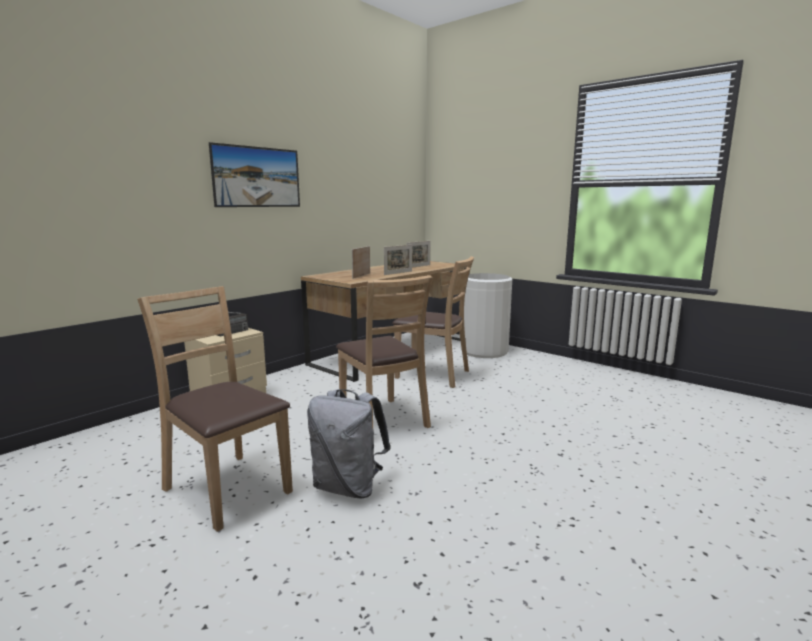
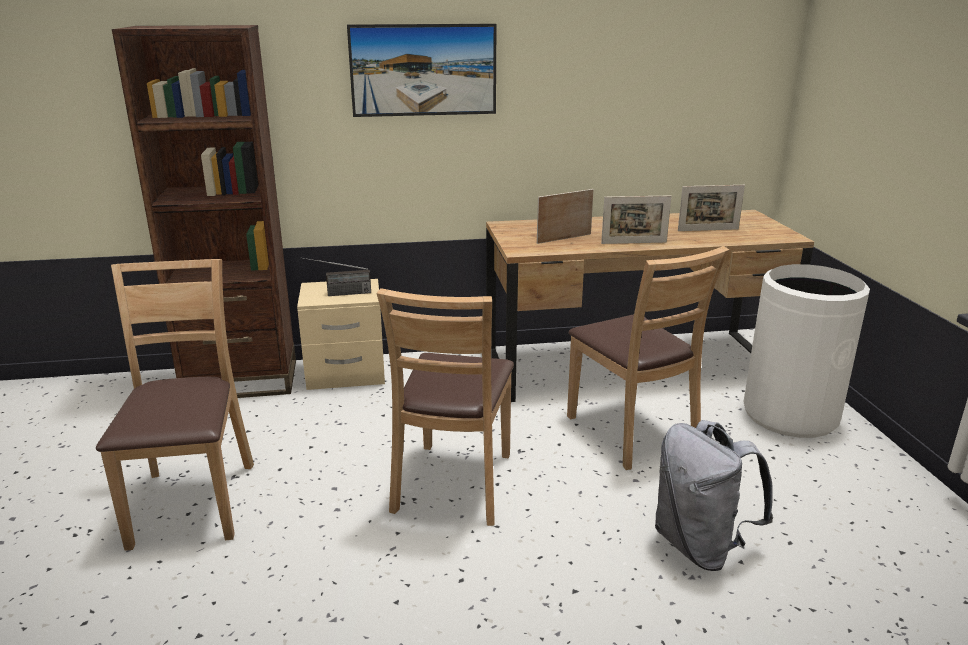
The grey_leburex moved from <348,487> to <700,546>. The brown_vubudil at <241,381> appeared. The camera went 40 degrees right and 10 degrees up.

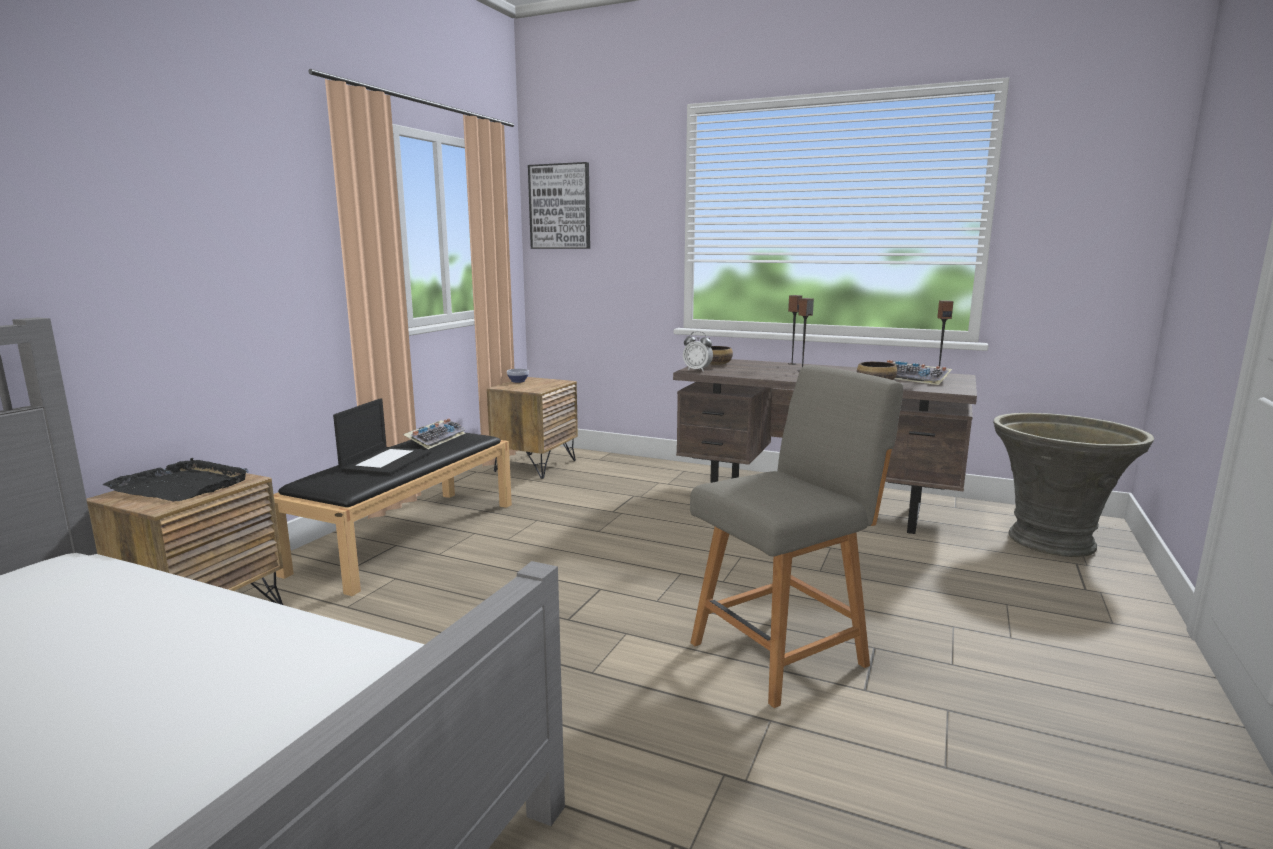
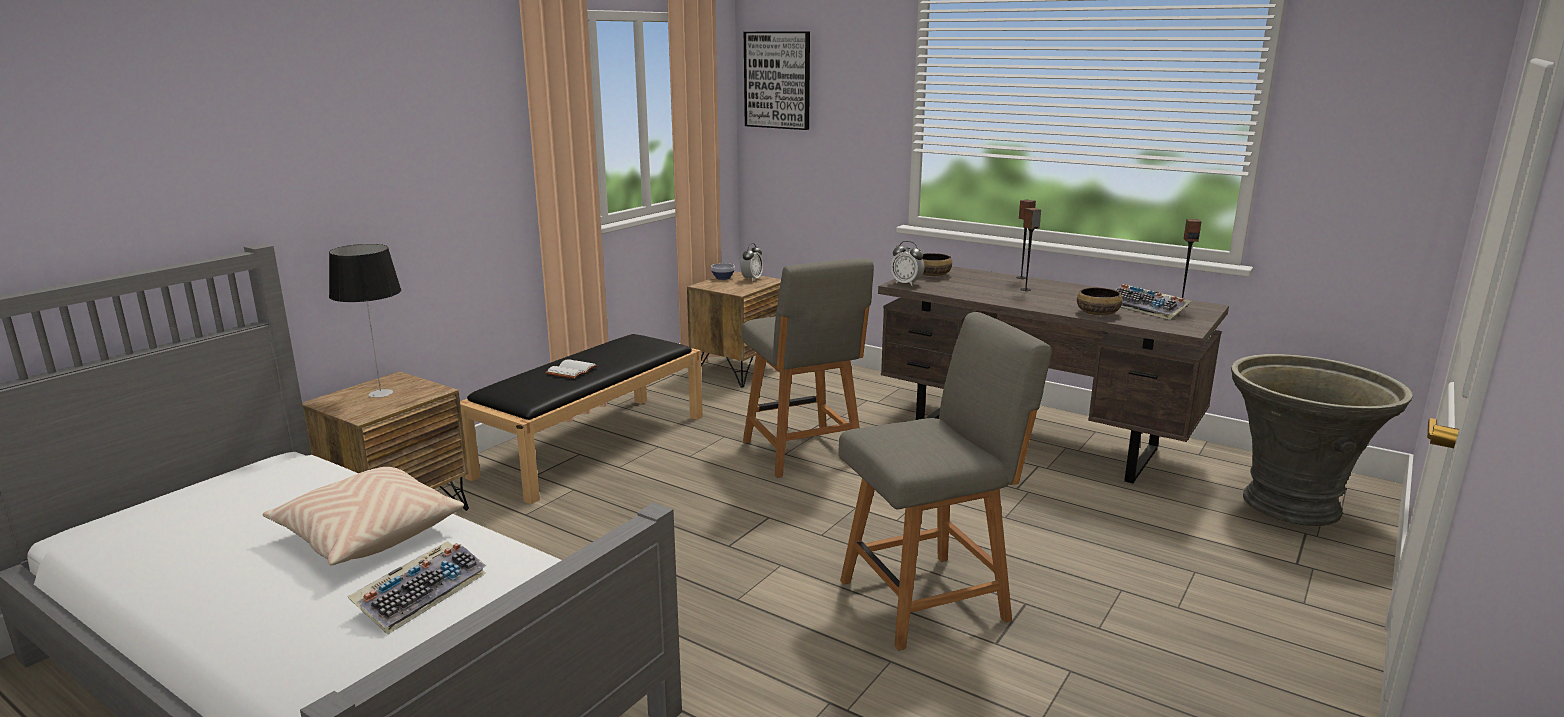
The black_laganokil at <182,485> was replaced by the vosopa at <381,393>. The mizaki at <386,461> was replaced by the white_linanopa at <571,370>. The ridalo moved from <436,439> to <422,593>. The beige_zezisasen at <367,535> appeared. The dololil at <752,279> appeared. The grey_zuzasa at <804,453> appeared. The camera went 10 degrees right and 5 degrees up.

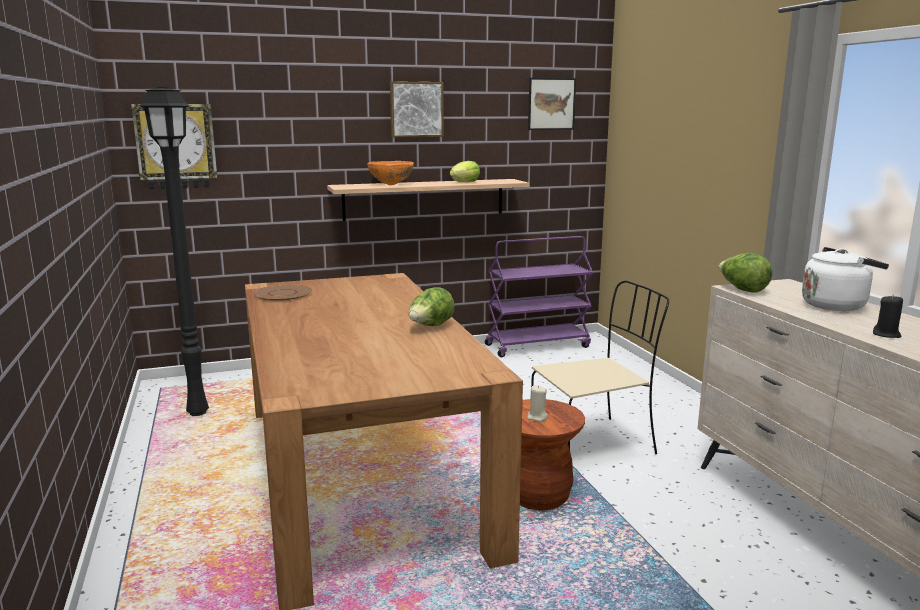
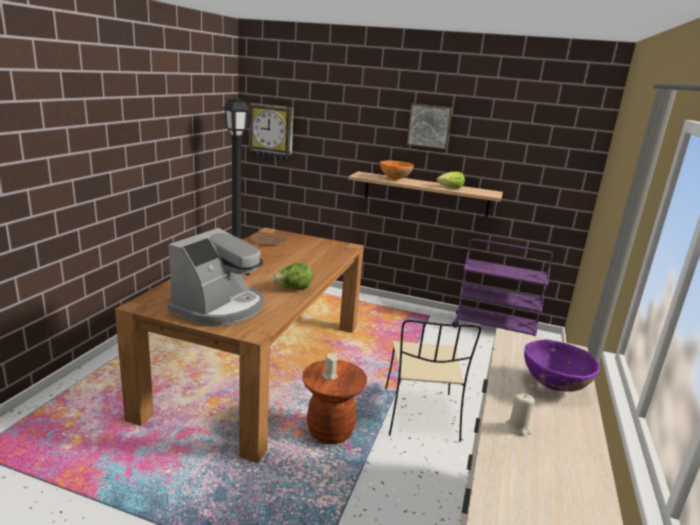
The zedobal at <551,104> disappeared. The beige_zuzasa at <593,443> turned 75 degrees clockwise. The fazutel at <742,290> disappeared. The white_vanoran at <836,305> was replaced by the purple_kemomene at <554,386>. The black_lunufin at <886,334> became the beige_lunufin at <518,428>. The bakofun at <219,307> appeared. The camera went 35 degrees right and 5 degrees up.

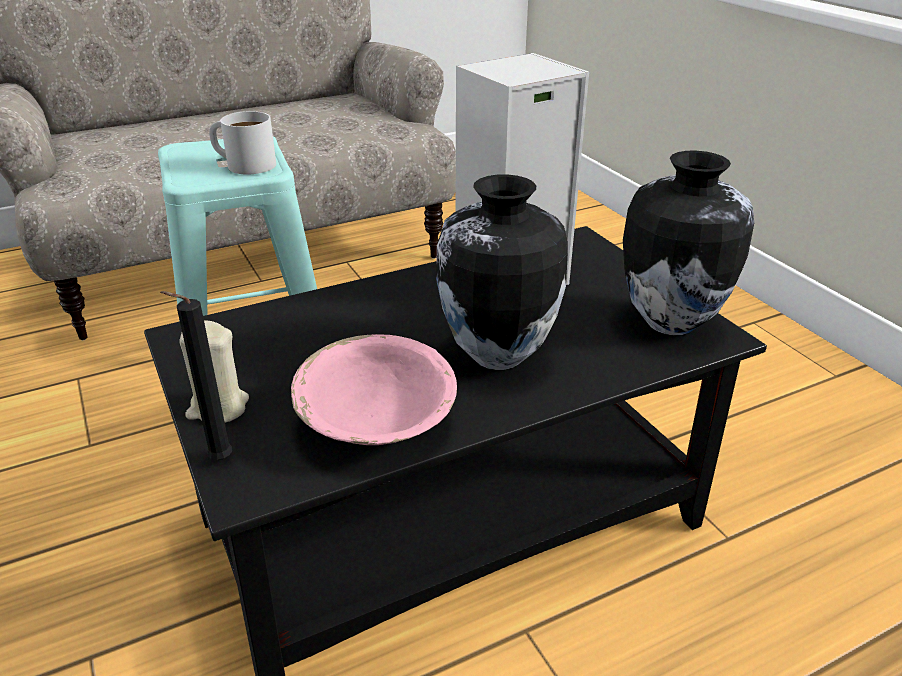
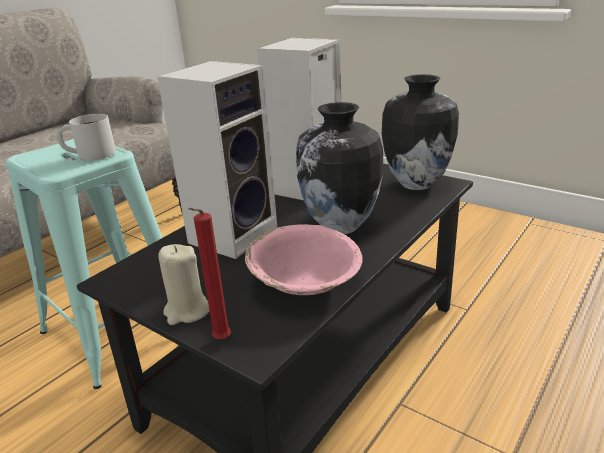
The black_lunufin at <217,461> became the red_lunufin at <220,341>. The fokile at <234,234> appeared. The camera went 25 degrees left and 5 degrees down.

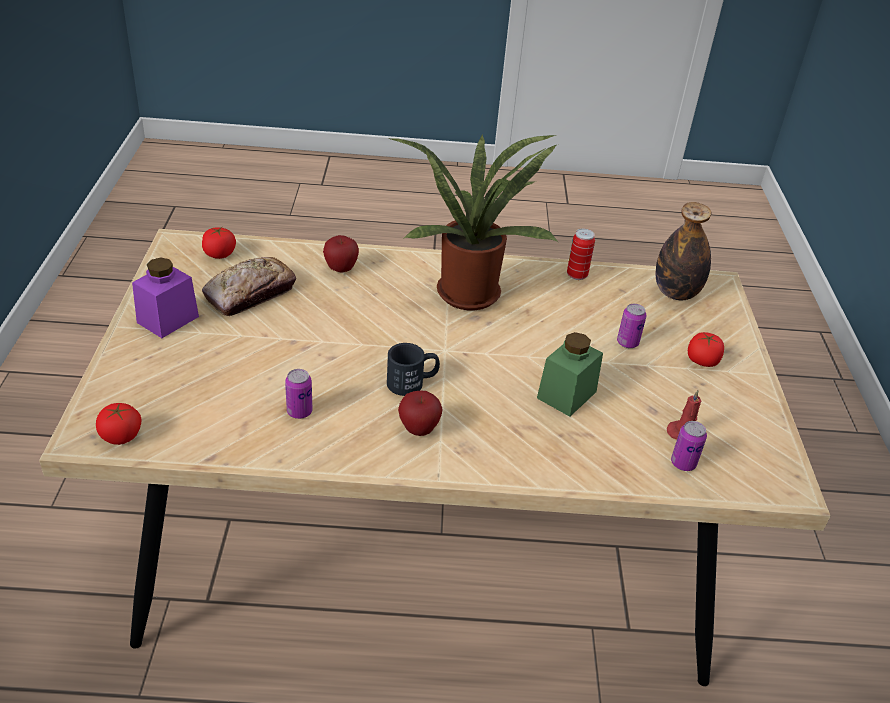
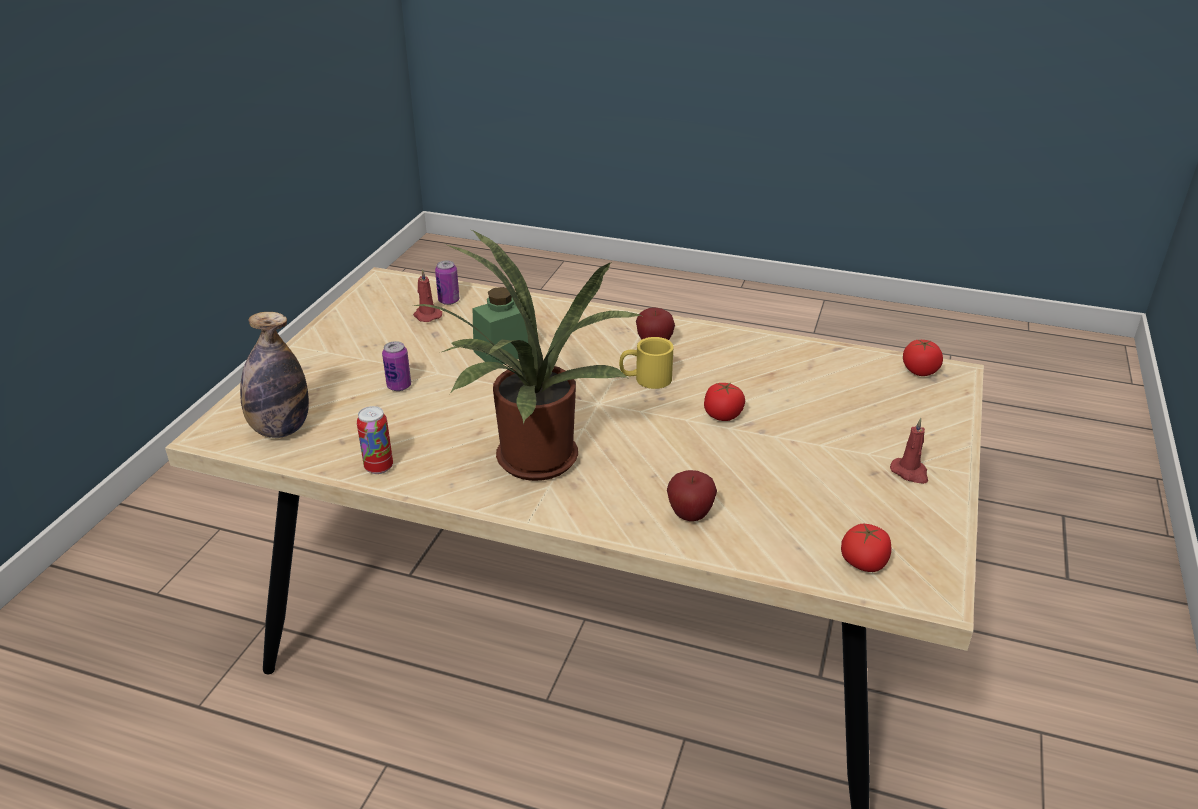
The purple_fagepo at <168,319> was replaced by the red_lunufin at <910,472>. The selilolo at <250,294> disappeared. The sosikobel at <299,412> disappeared. The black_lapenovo at <412,382> became the yellow_lapenovo at <645,379>. The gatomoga moved from <702,361> to <722,415>. The camera went 160 degrees left and 5 degrees down.

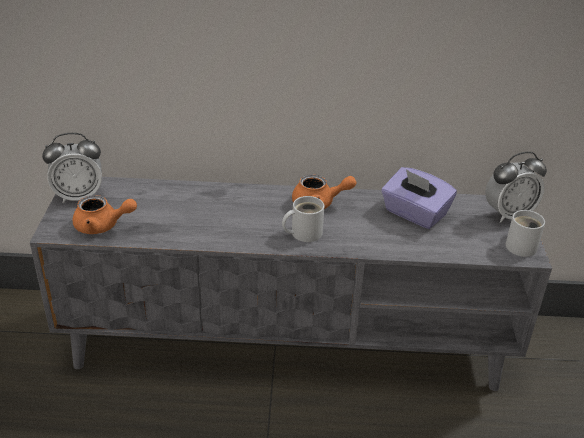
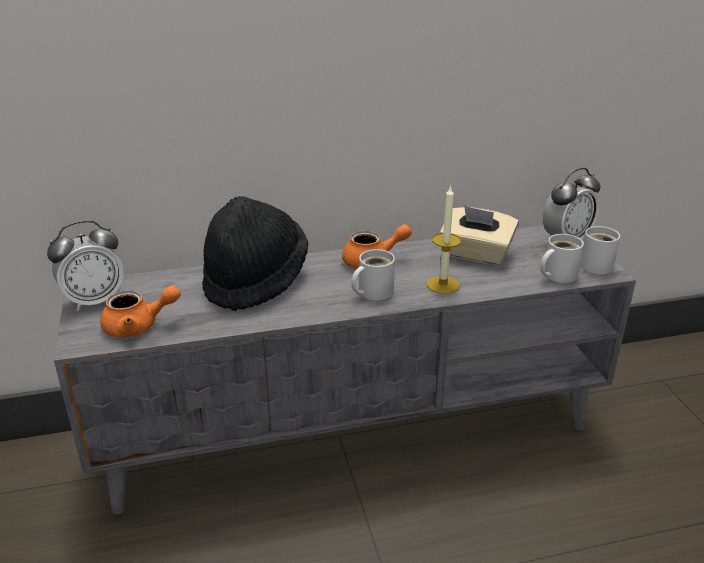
The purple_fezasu at <414,214> became the beige_fezasu at <476,255>. The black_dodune at <255,280> appeared. The lunufin at <443,284> appeared. The white_lapenovo at <556,275> appeared. The camera went 15 degrees left and 5 degrees down.

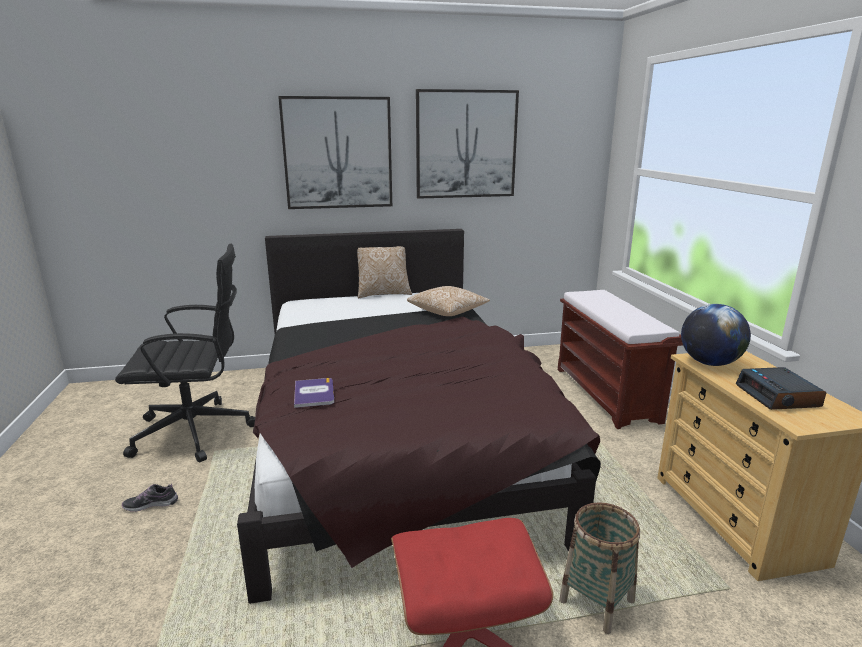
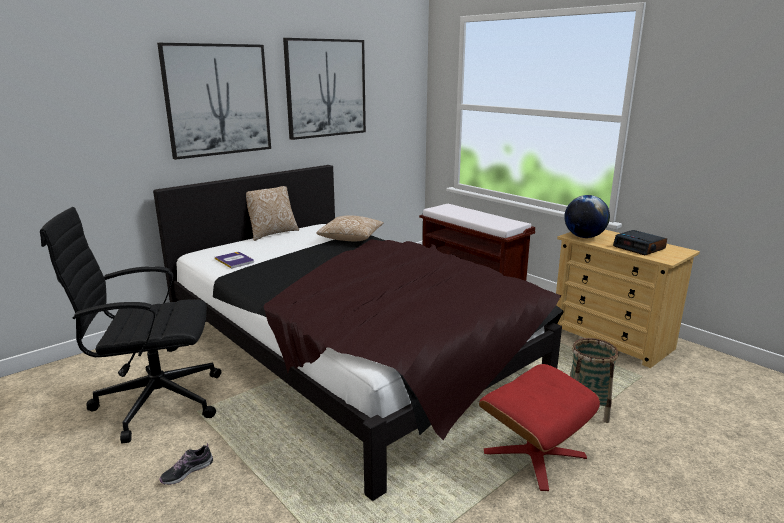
The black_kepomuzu at <197,431> turned 150 degrees counterclockwise. The linanopa moved from <314,393> to <234,260>. The camera went 30 degrees left and 0 degrees up.

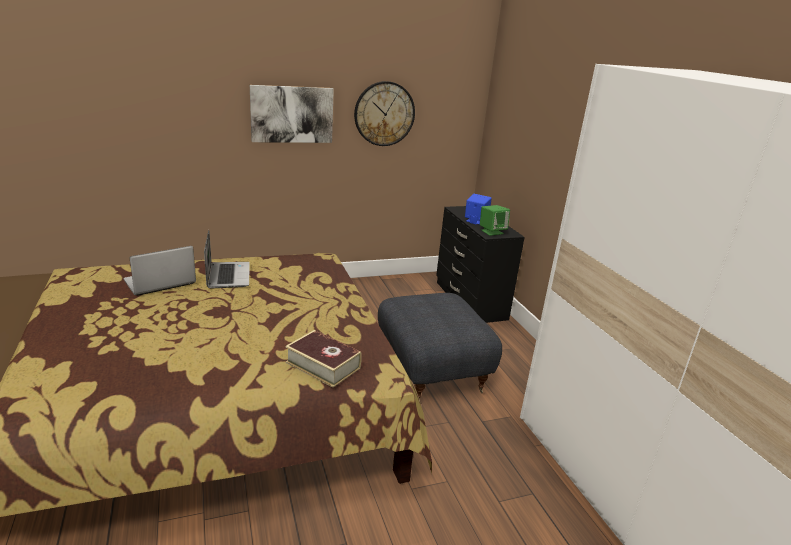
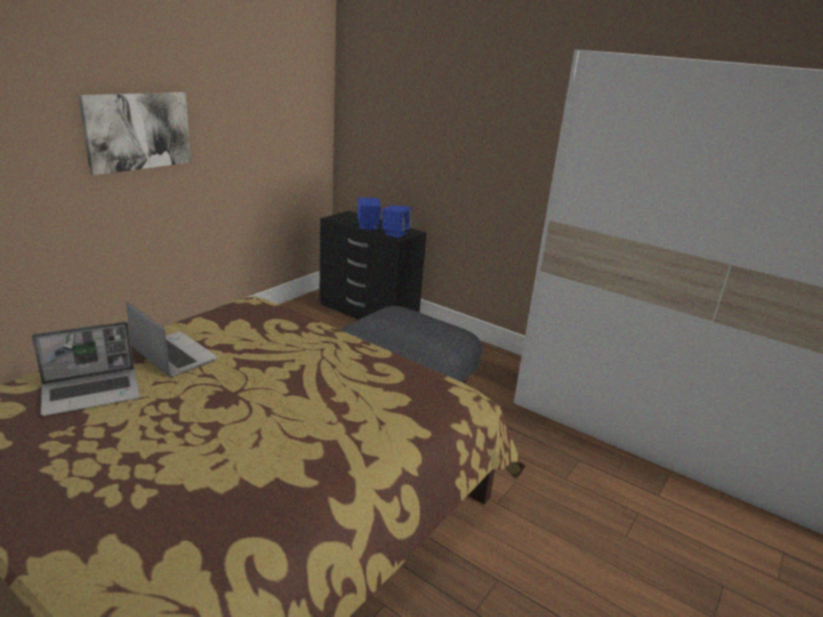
The mizaki at <159,283> turned 135 degrees counterclockwise. The linanopa at <323,365> disappeared. The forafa at <384,114> disappeared. The green_fokile at <492,232> became the blue_fokile at <395,234>. The camera went 35 degrees left and 0 degrees up.

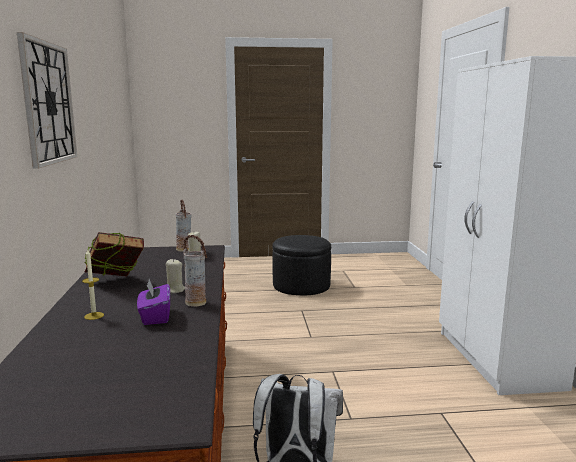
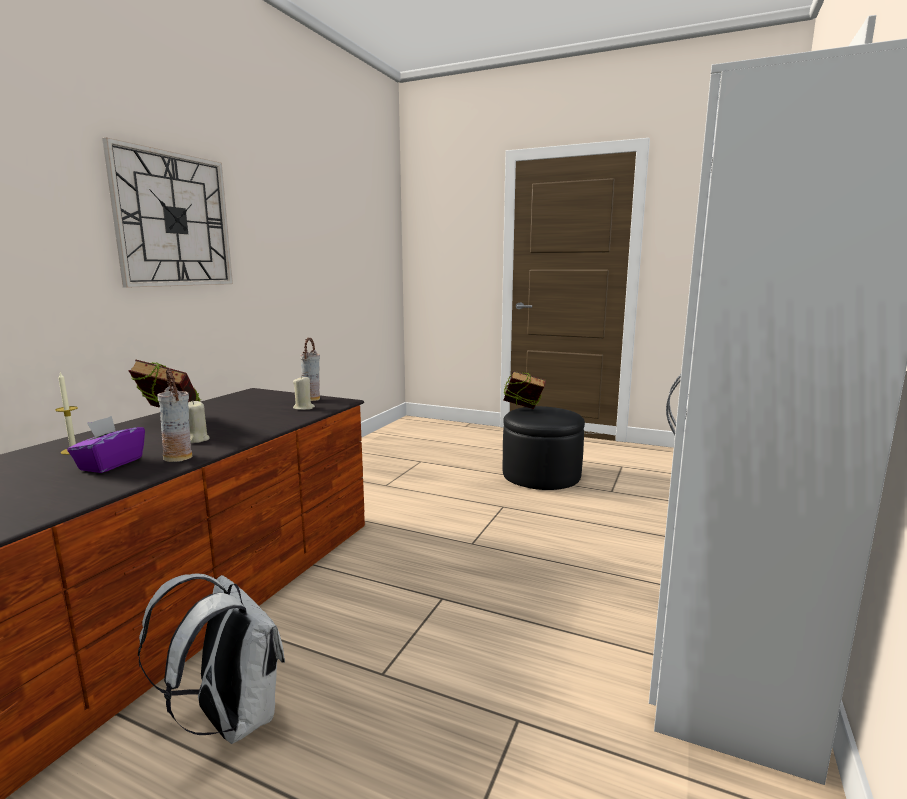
The linanopa at <523,412> appeared. The camera went 30 degrees right and 0 degrees up.

